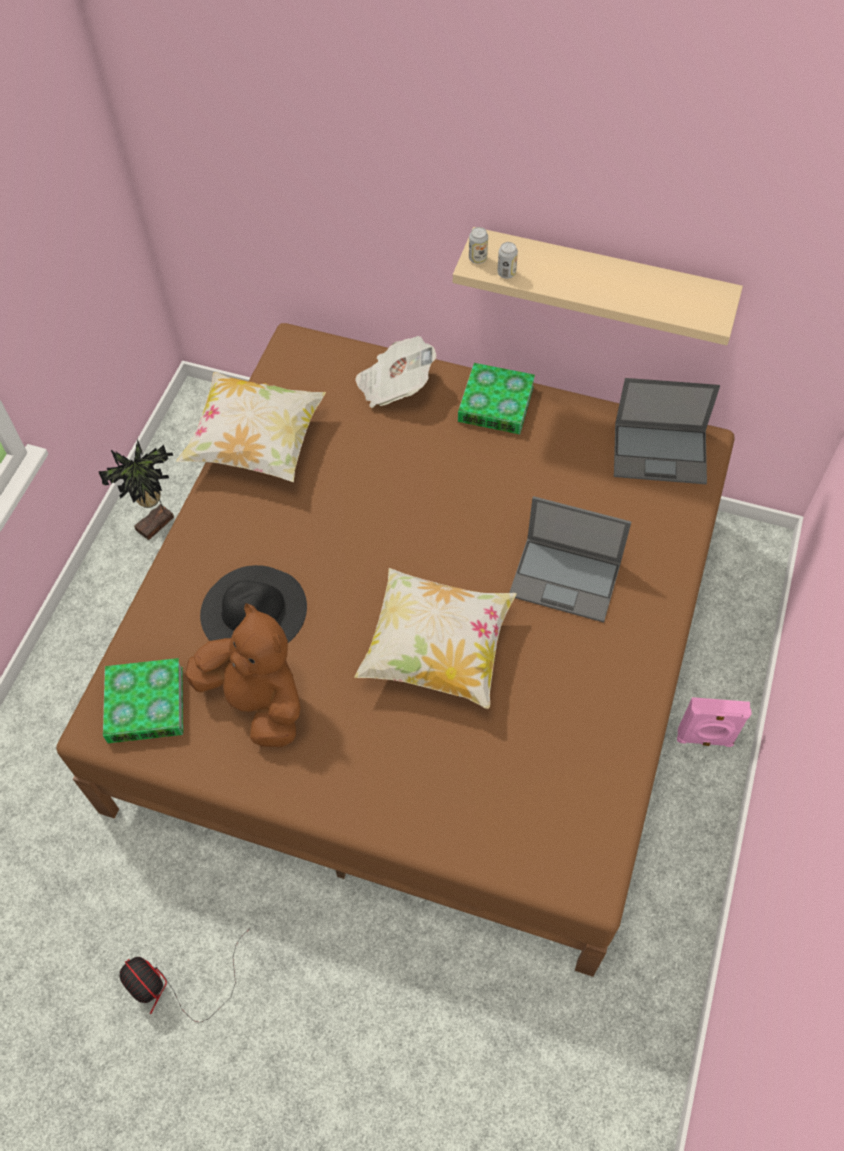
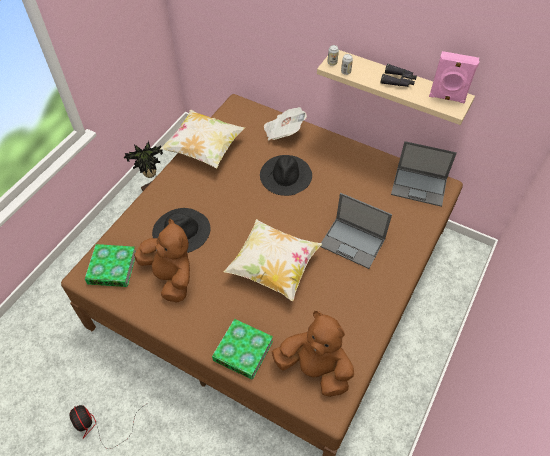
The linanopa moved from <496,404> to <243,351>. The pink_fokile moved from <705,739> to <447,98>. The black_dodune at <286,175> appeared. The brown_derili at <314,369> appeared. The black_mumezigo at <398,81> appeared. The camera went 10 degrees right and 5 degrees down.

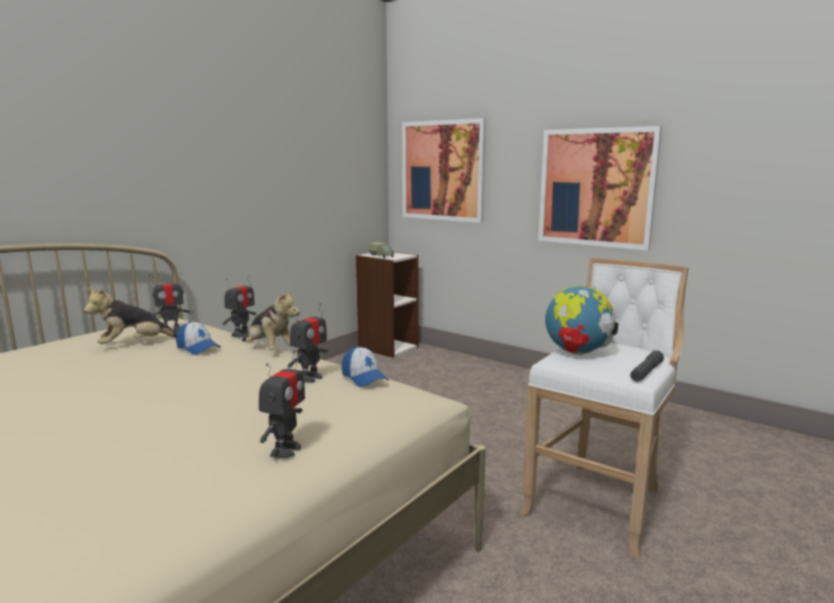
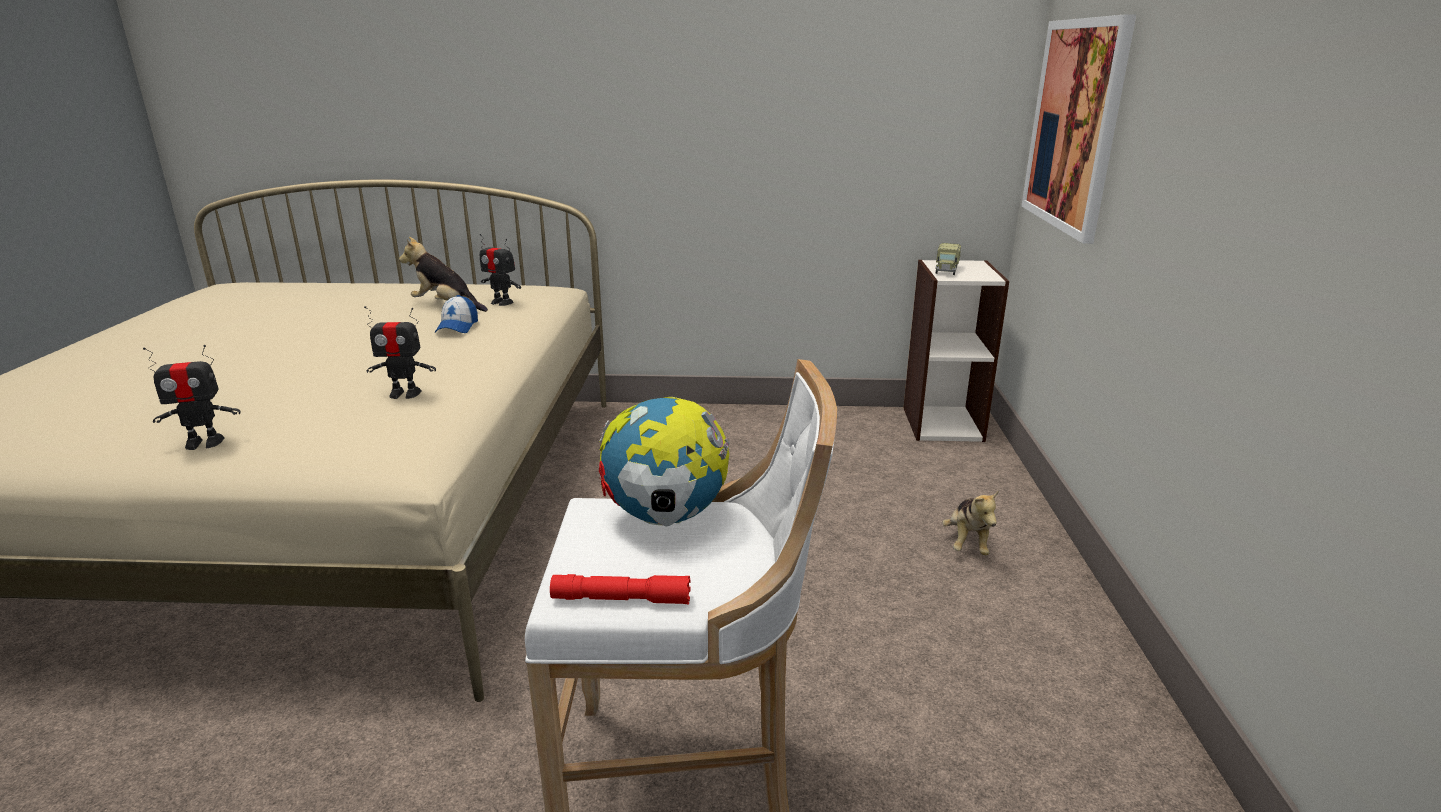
The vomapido at <242,334> disappeared. The derili moved from <269,350> to <967,543>. The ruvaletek at <364,378> disappeared. The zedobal at <596,187> disappeared. The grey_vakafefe at <646,372> became the red_vakafefe at <621,599>. The camera went 55 degrees right and 10 degrees up.

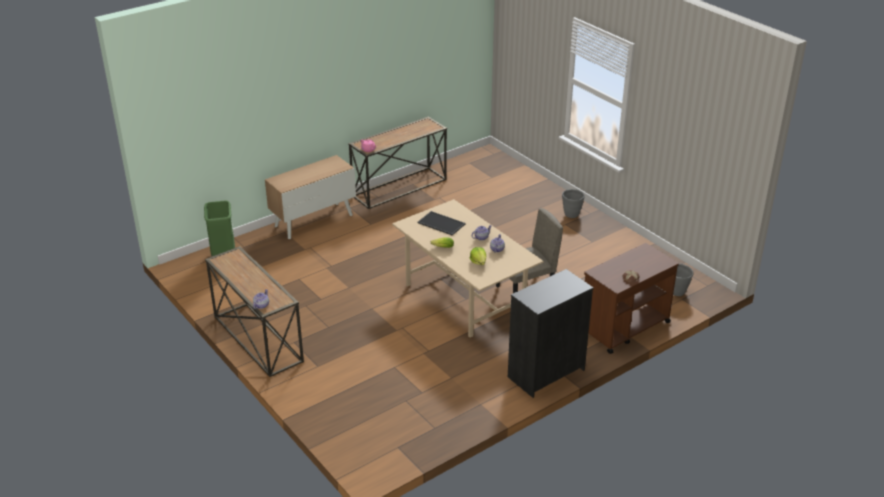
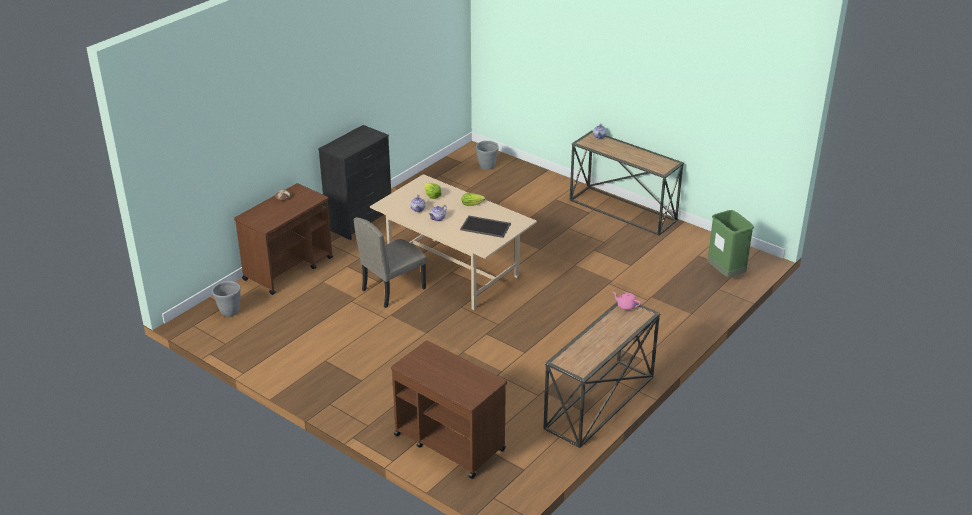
The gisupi at <313,220> disappeared. The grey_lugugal moved from <571,214> to <487,167>. The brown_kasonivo at <449,442> appeared. The camera went 165 degrees right and 0 degrees up.

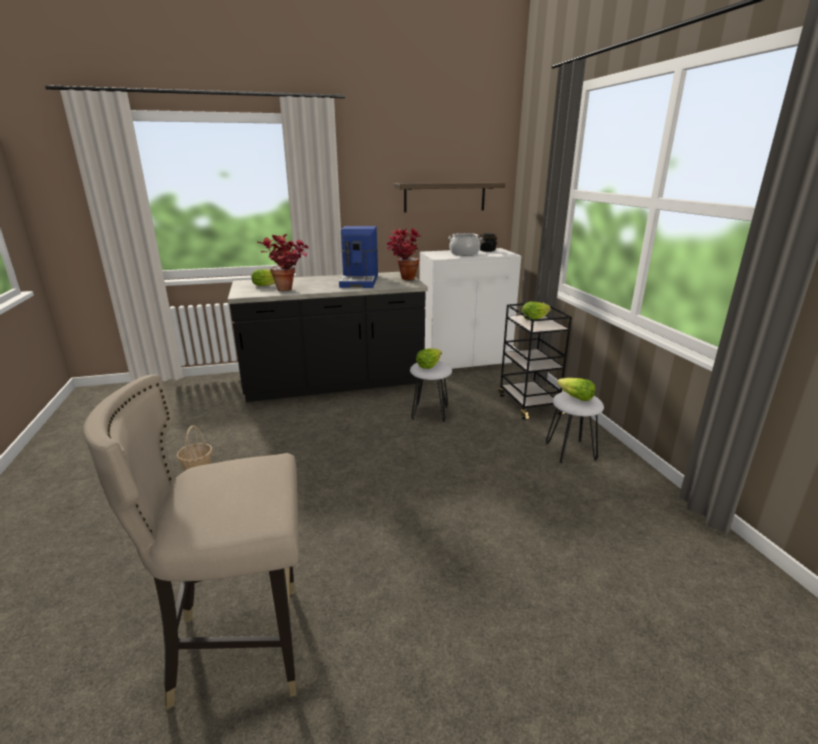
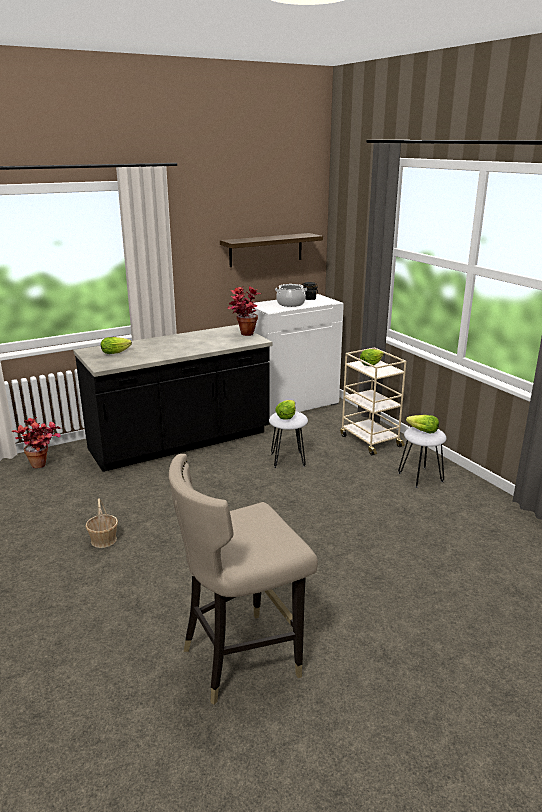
The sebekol moved from <289,290> to <43,466>. The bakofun at <360,281> disappeared. The black_kasonivo at <528,404> became the beige_kasonivo at <369,441>. The camera went 15 degrees left and 0 degrees up.

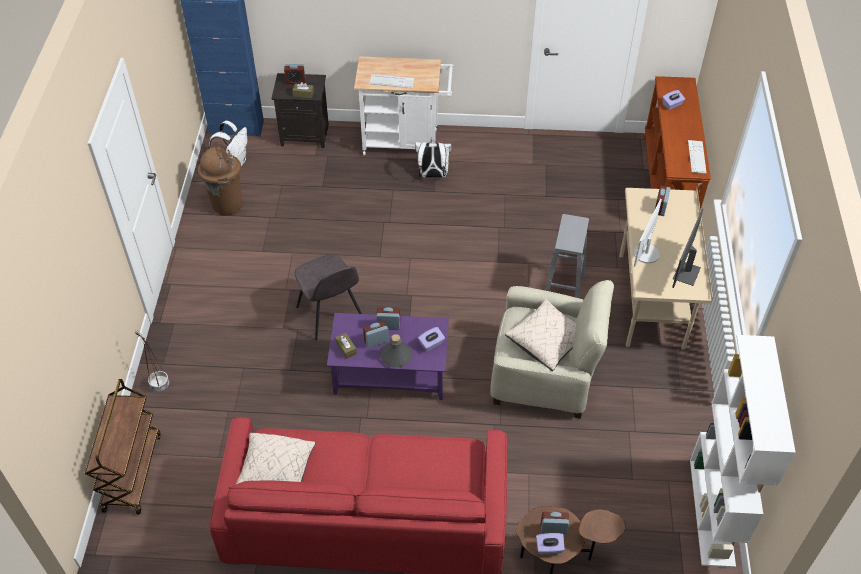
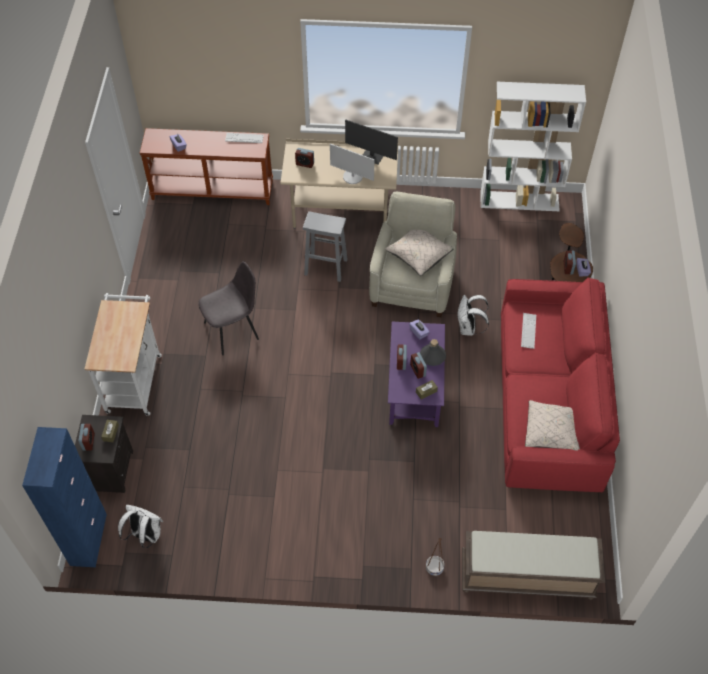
The brown_kasonivo at <132,471> was replaced by the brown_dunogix at <526,577>. The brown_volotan at <227,204> disappeared. The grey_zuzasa moved from <331,315> to <233,330>. The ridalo moved from <391,81> to <528,331>. The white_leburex moved from <432,175> to <468,328>. The camera went 90 degrees left and 5 degrees up.

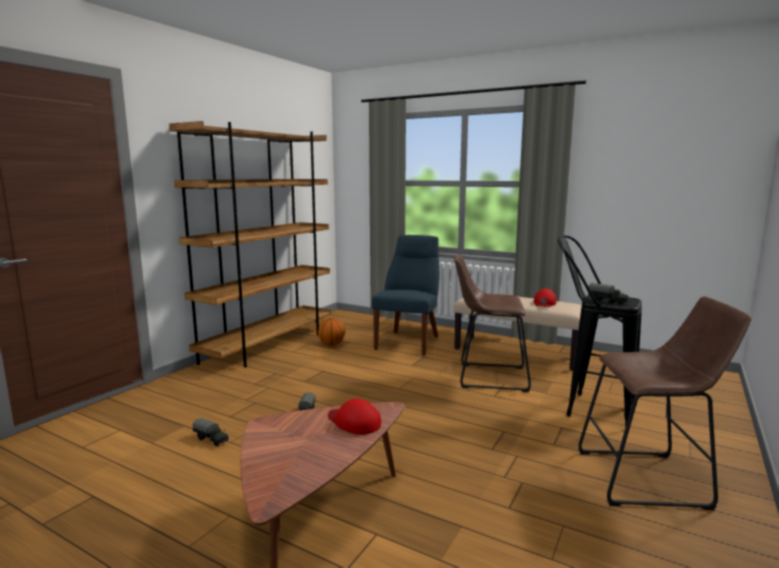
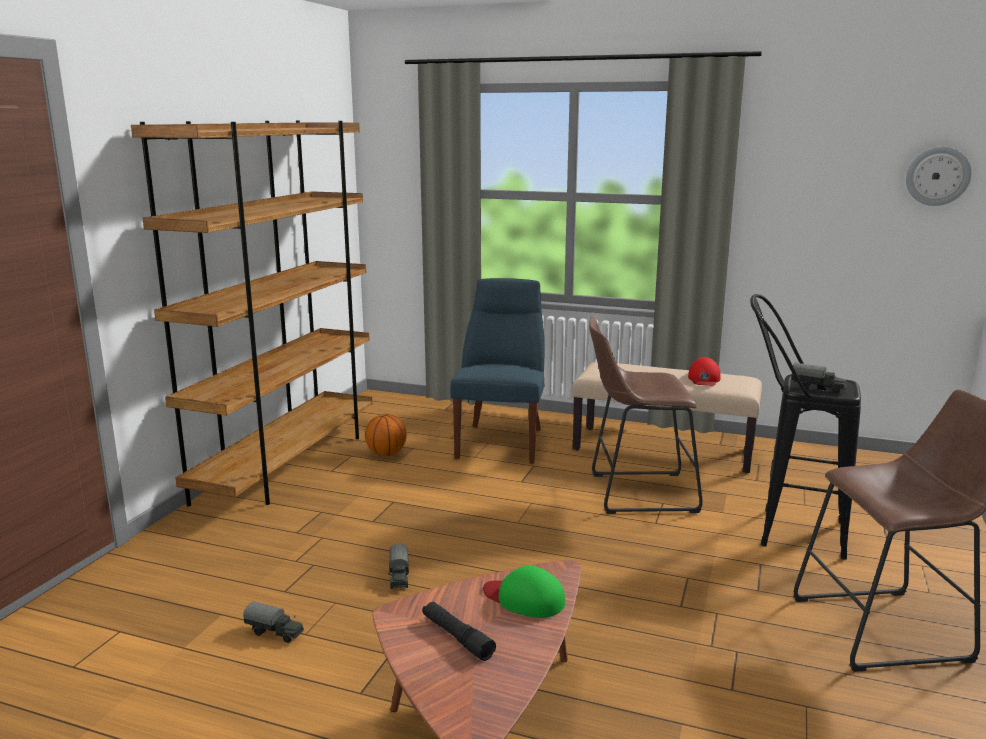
The red_ruvaletek at <354,422> became the green_ruvaletek at <524,598>. The black_vakafefe at <457,637> appeared. The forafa at <937,176> appeared. The camera went 10 degrees left and 5 degrees up.

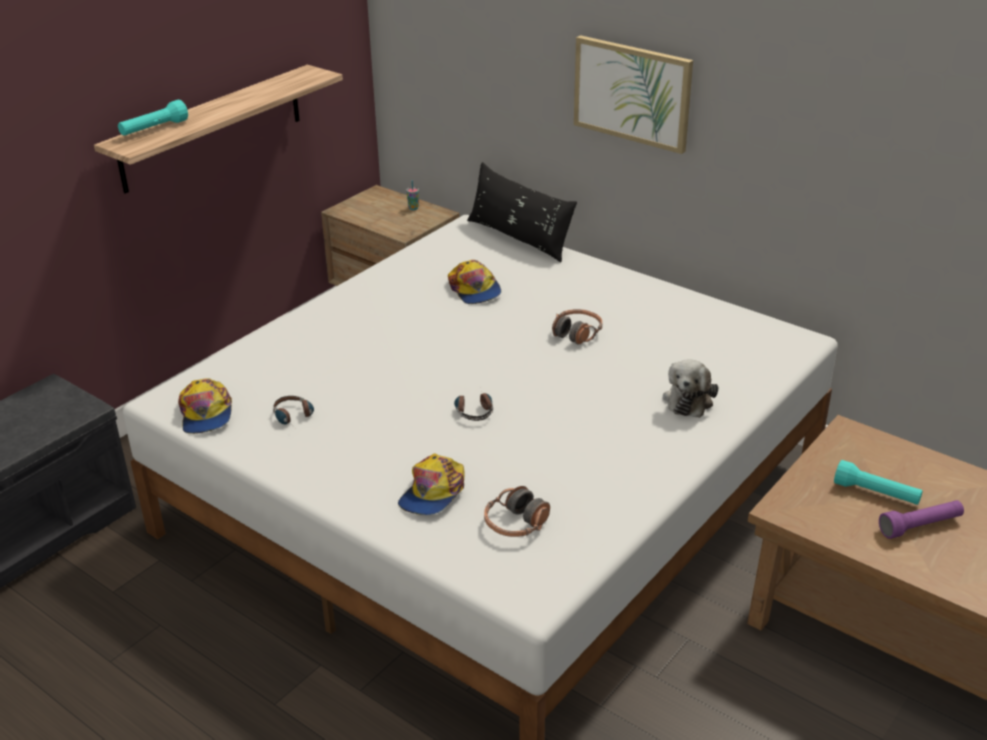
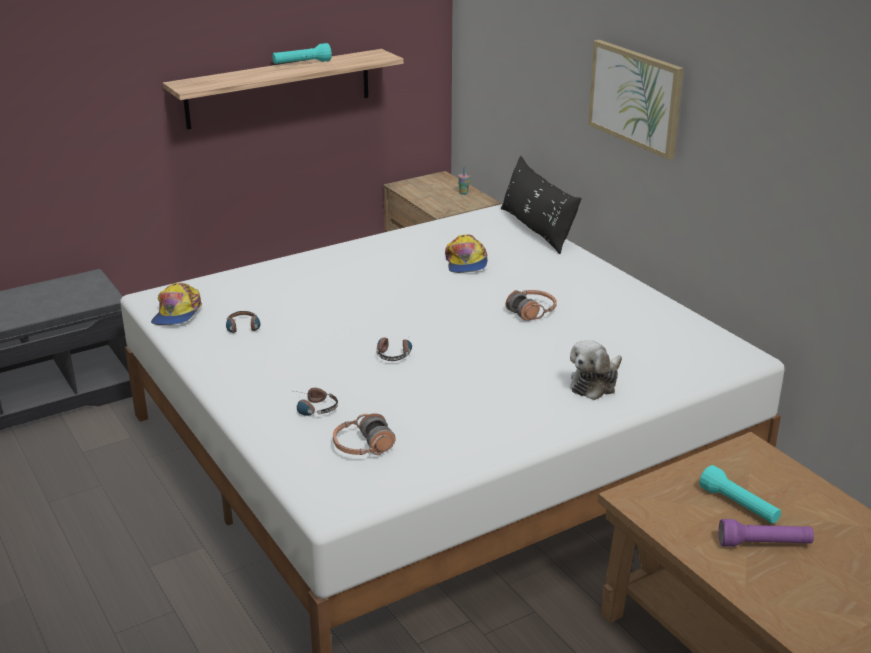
The turquoise_vakafefe moved from <154,129> to <302,63>. The ruvaletek at <433,493> was replaced by the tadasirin at <311,408>. The camera went 20 degrees right and 5 degrees down.

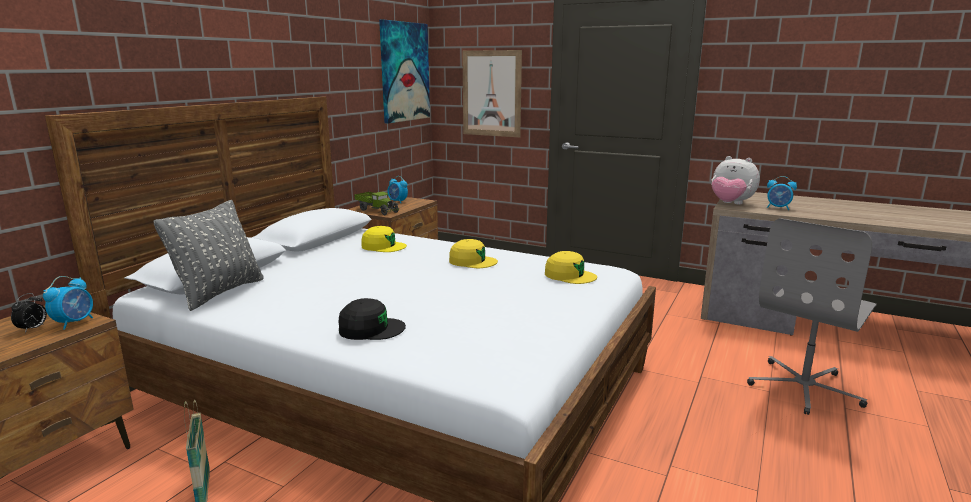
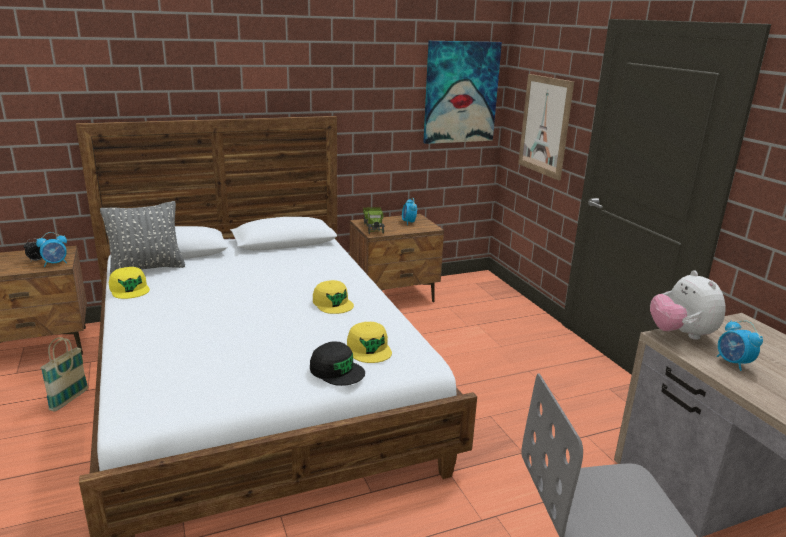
The black_ruvaletek moved from <371,329> to <337,370>. The yellow_ruvaletek moved from <383,246> to <129,289>. The camera went 40 degrees right and 5 degrees up.

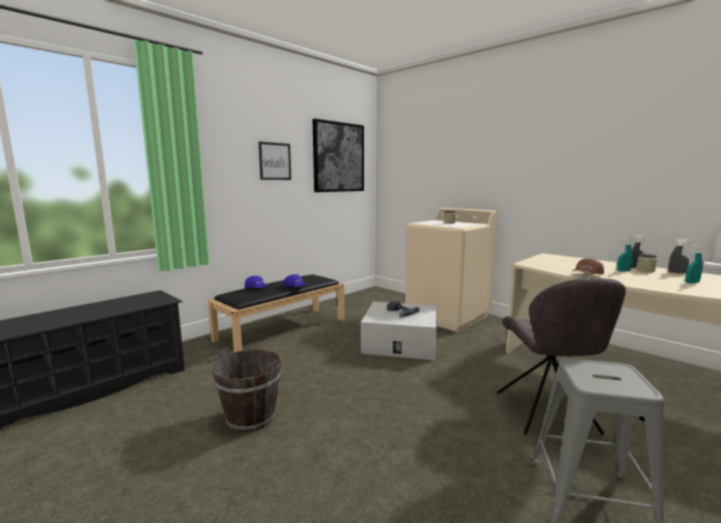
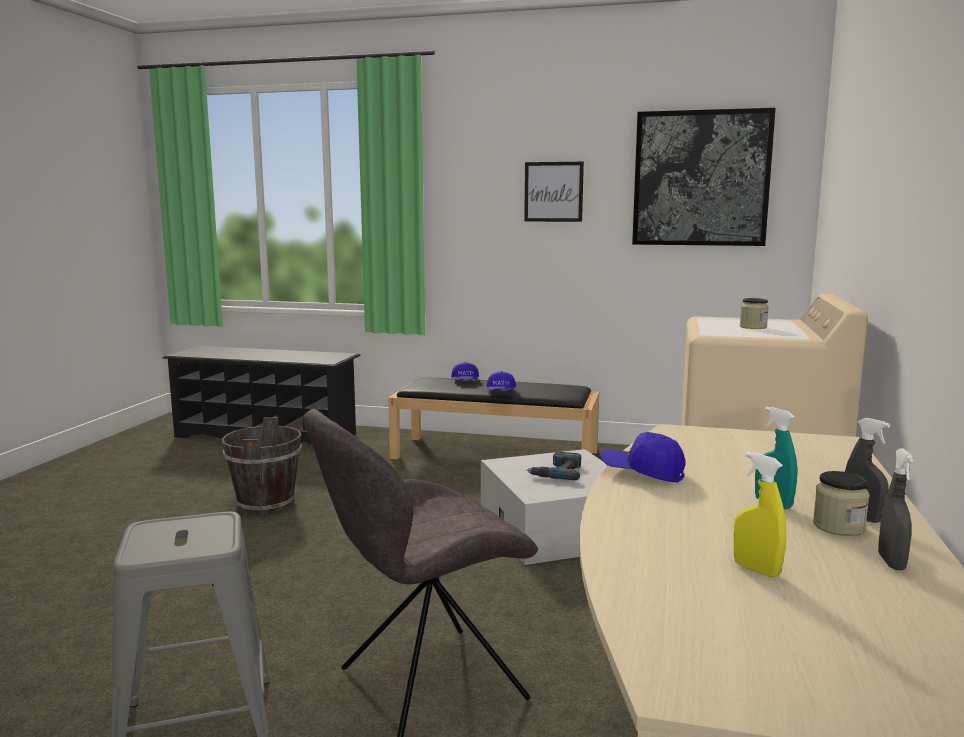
The brown_ruvaletek at <586,275> became the blue_ruvaletek at <642,473>. The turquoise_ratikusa at <692,282> became the yellow_ratikusa at <756,570>. The camera went 60 degrees right and 0 degrees up.

